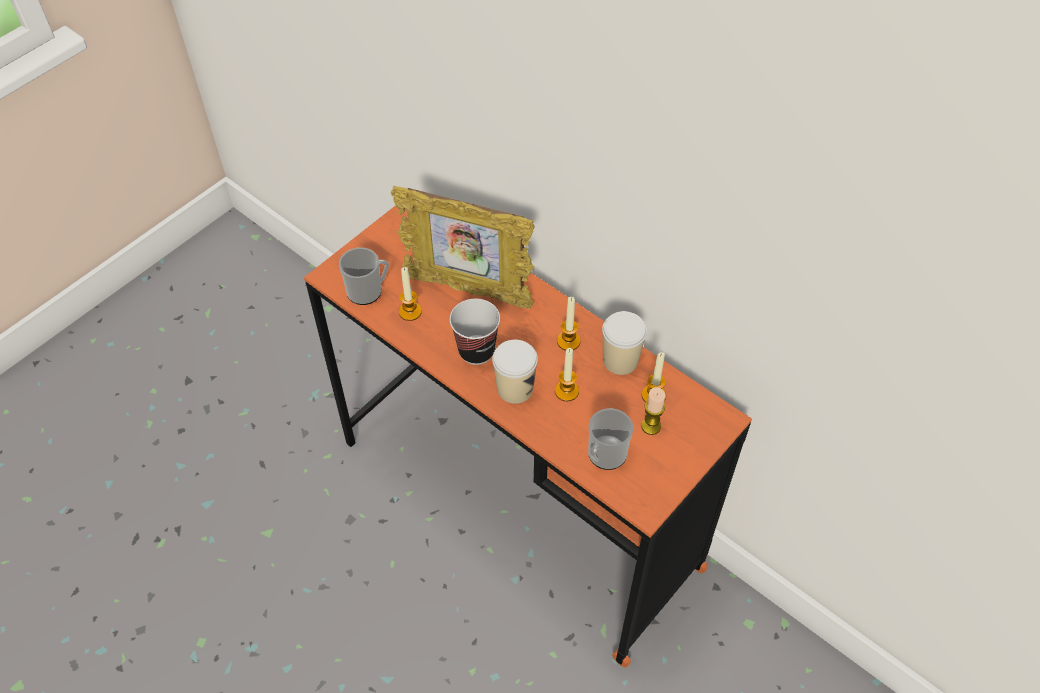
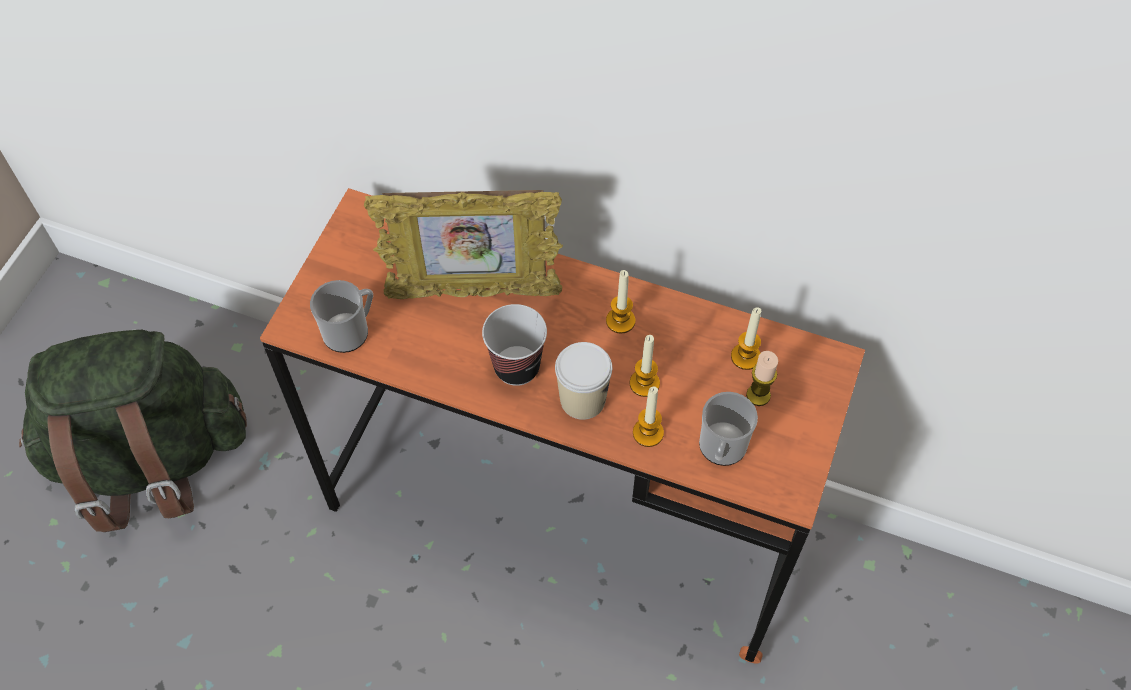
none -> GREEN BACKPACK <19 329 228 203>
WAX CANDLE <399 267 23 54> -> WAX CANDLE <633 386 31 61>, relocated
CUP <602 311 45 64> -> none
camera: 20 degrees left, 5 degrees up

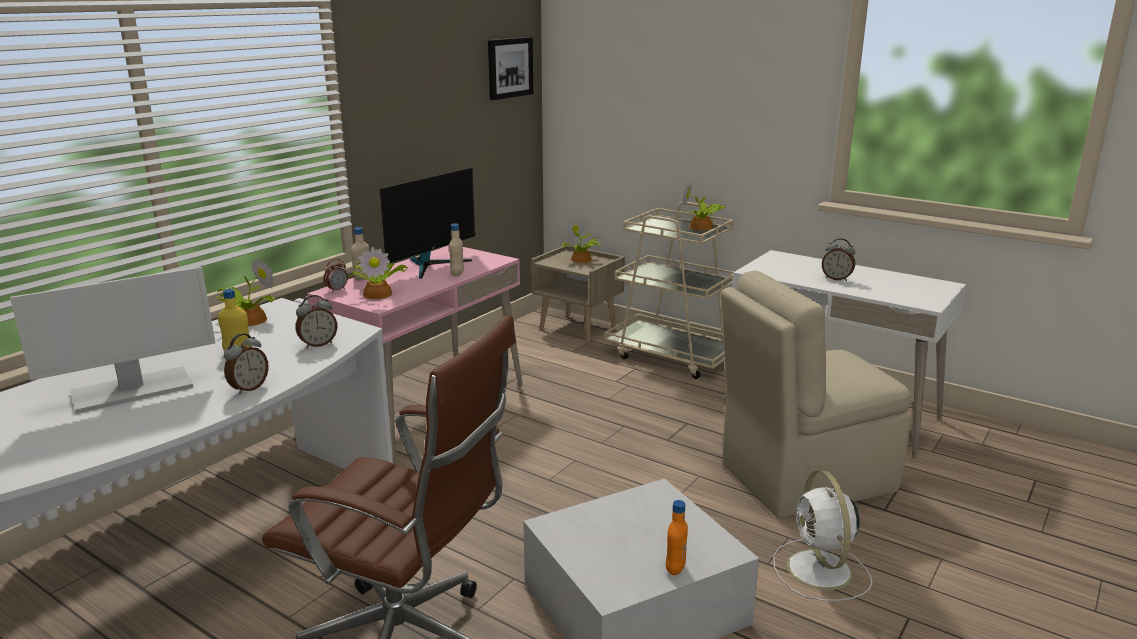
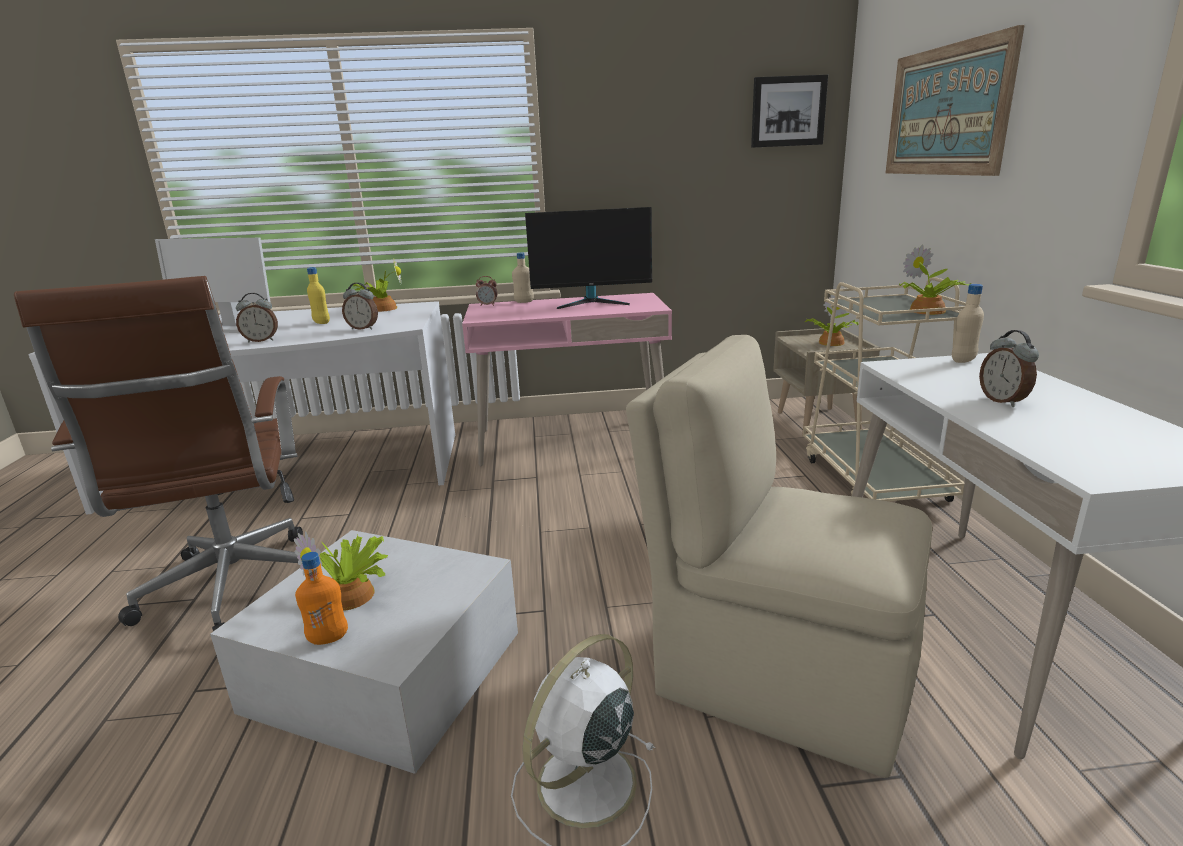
PLANT IN A POT <348 247 60 52> -> PLANT IN A POT <294 531 94 80>, relocated
none -> PICTURE <886 25 139 151>
BEIGE-COLOURED DRINK BOTTLE <449 224 15 52> -> BEIGE-COLOURED DRINK BOTTLE <952 284 32 79>, relocated
camera: 50 degrees right, 0 degrees up

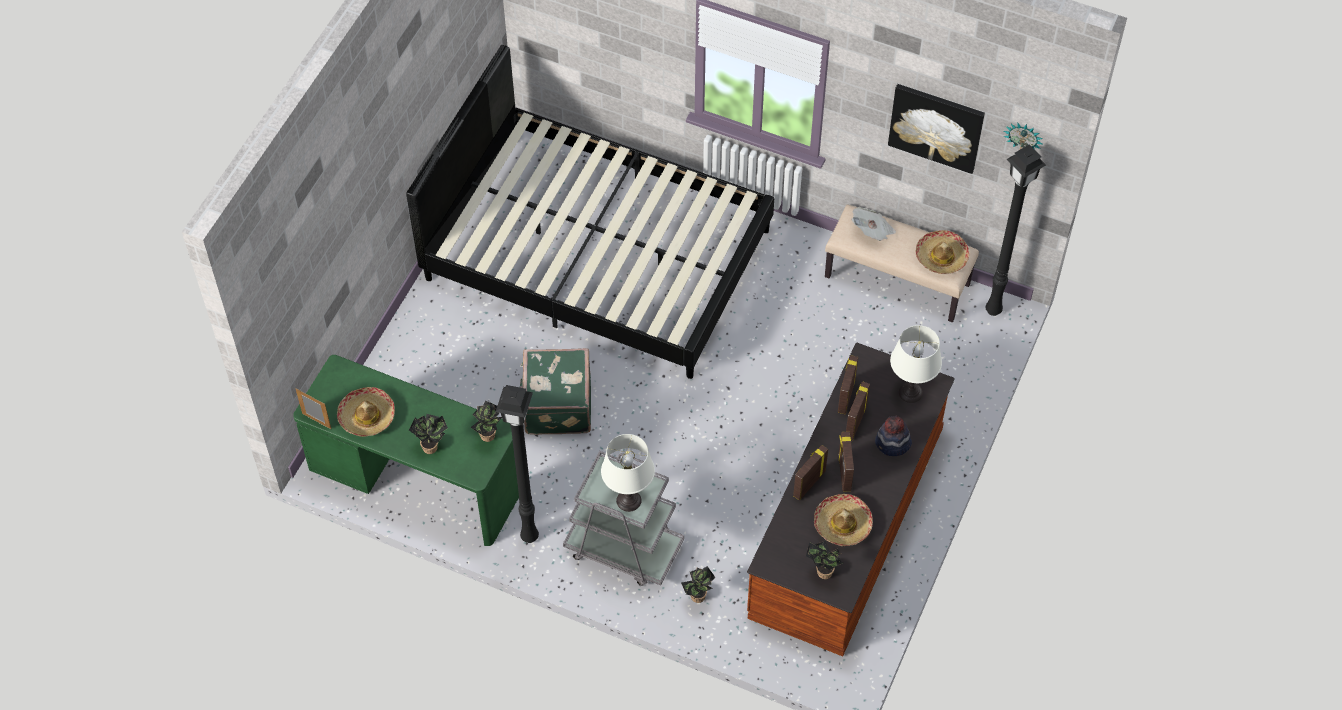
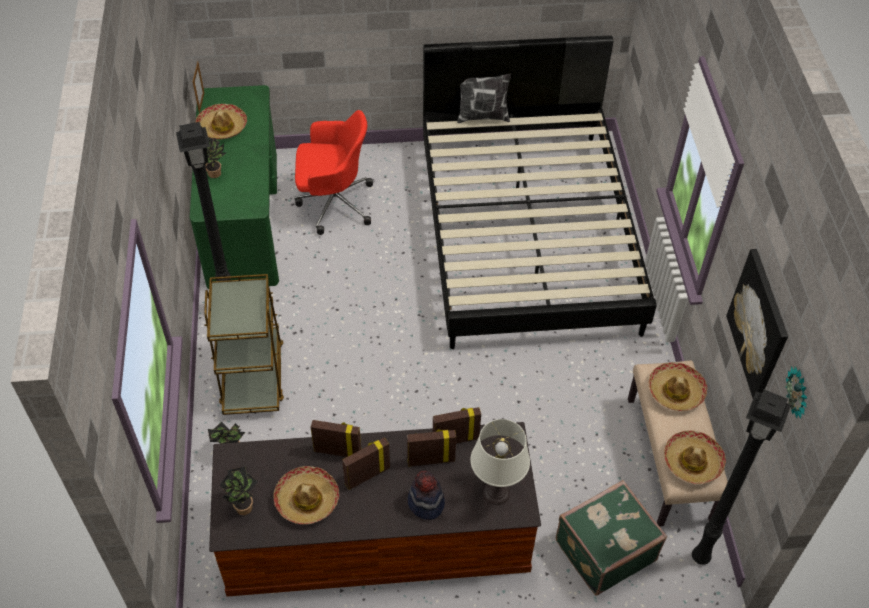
GREY CART <563 451 121 134> -> BROWN-COLOURED CART <204 274 80 141>
none -> REDDISH OFFICE CHAIR <294 110 79 125>
none -> PILLOW <457 74 54 49>
GREEN PIECE OF LUGGAGE <520 348 71 87> -> GREEN PIECE OF LUGGAGE <556 480 111 115>, relocated
NEWSPAPER <851 207 45 34> -> HAT <648 362 59 49>
PLANT IN A POT <470 401 32 41> -> none
WHITE LAMP FOR A TABLE <601 434 54 78> -> none
camera: 60 degrees right, 5 degrees down

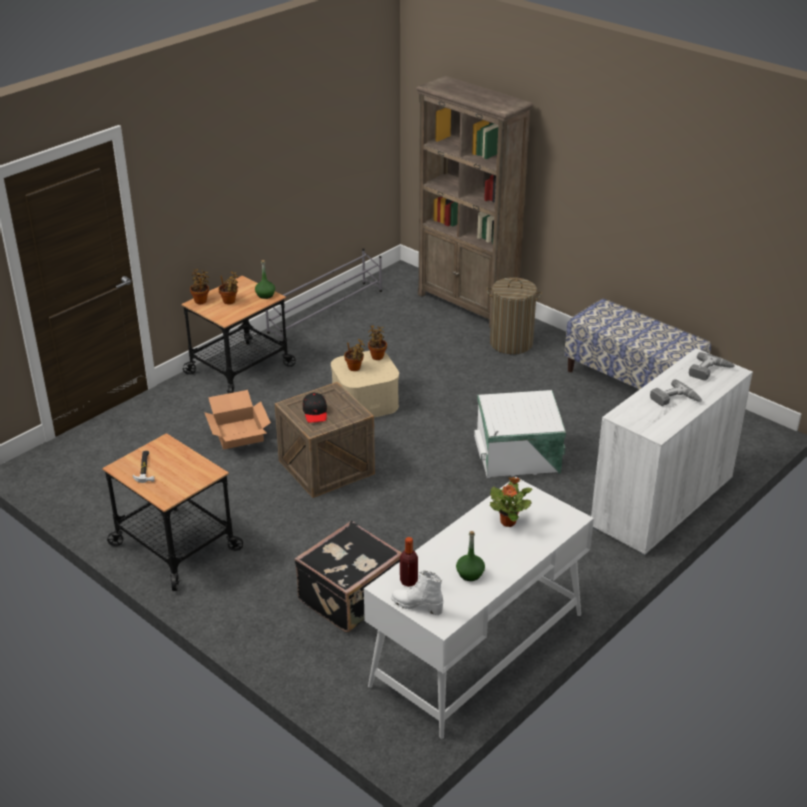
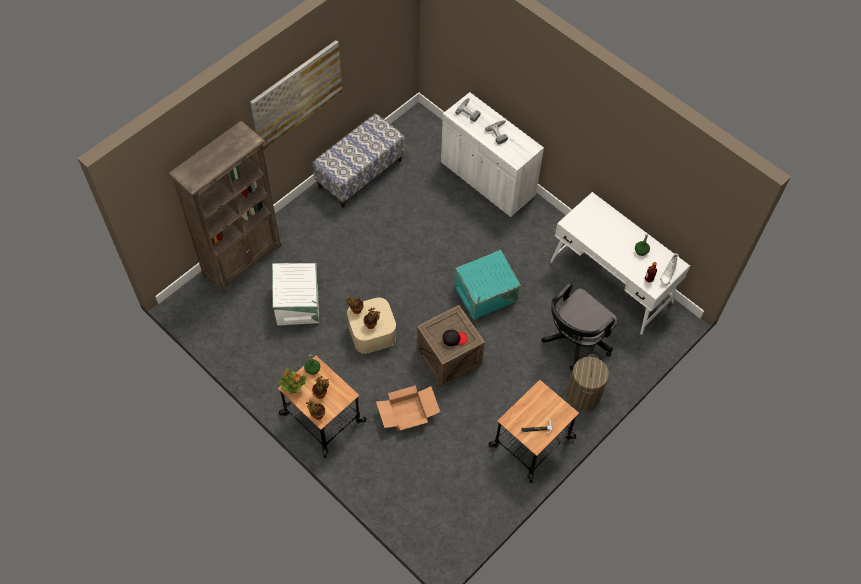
none -> PICTURE <250 40 92 111>
WHITE STORAGE BOX <474 390 92 88> -> WHITE STORAGE BOX <272 263 47 63>, relocated
PLANT IN A POT <490 477 42 50> -> PLANT IN A POT <278 368 28 26>, relocated
none -> BLUE-GREEN STORAGE BOX <455 250 66 70>
BLACKISH PIECE OF LUGGAGE <294 521 108 111> -> BLACKISH OFFICE CHAIR <541 283 77 87>
LAUNDRY BASKET <487 277 55 77> -> LAUNDRY BASKET <567 354 42 56>, relocated
GREY SHOE STAND <265 248 117 89> -> none
camera: 90 degrees left, 25 degrees up

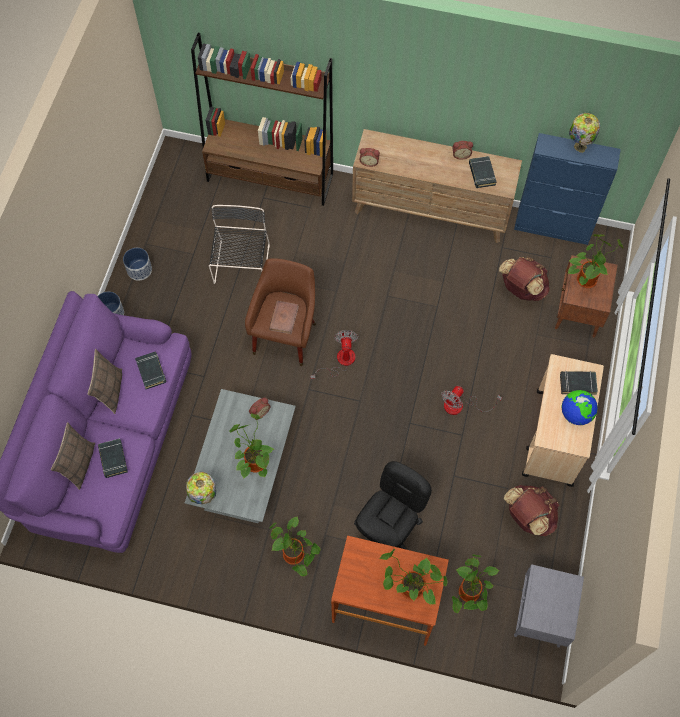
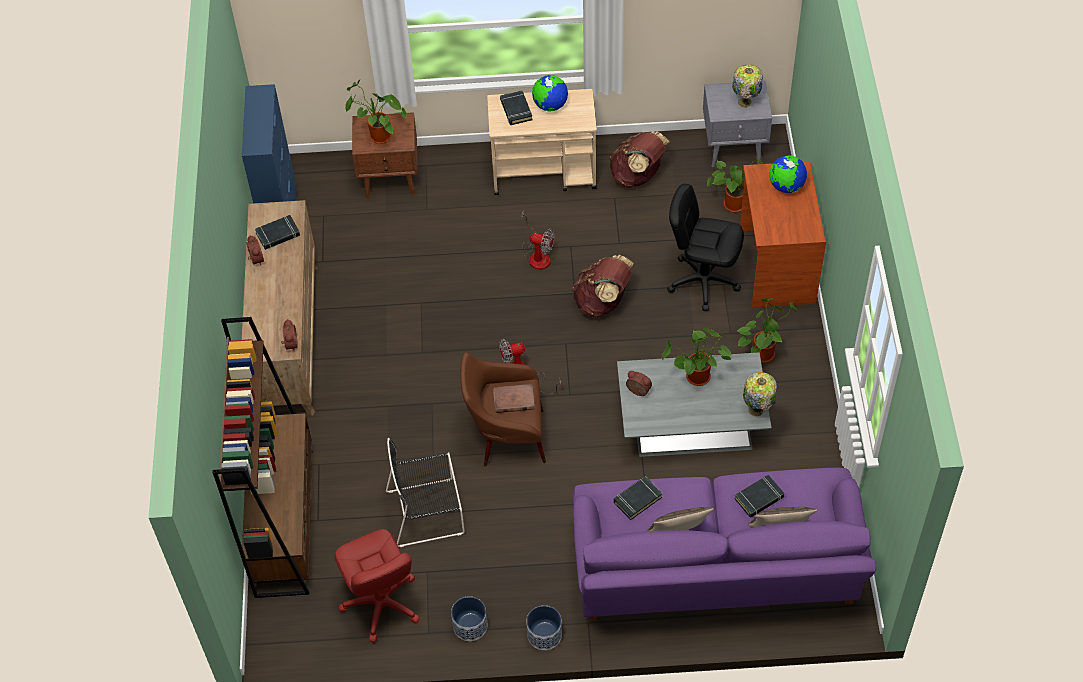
none -> REDDISH OFFICE CHAIR <335 529 85 113>
BROWN-COLOURED BACKPACK <499 257 51 44> -> BROWN-COLOURED BACKPACK <572 255 62 63>, relocated
LAMP FOR A TABLE <569 113 31 40> -> LAMP FOR A TABLE <732 64 31 44>, relocated
PLANT IN A POT <379 549 68 56> -> GLOBE <769 155 38 38>
camera: 105 degrees left, 10 degrees down

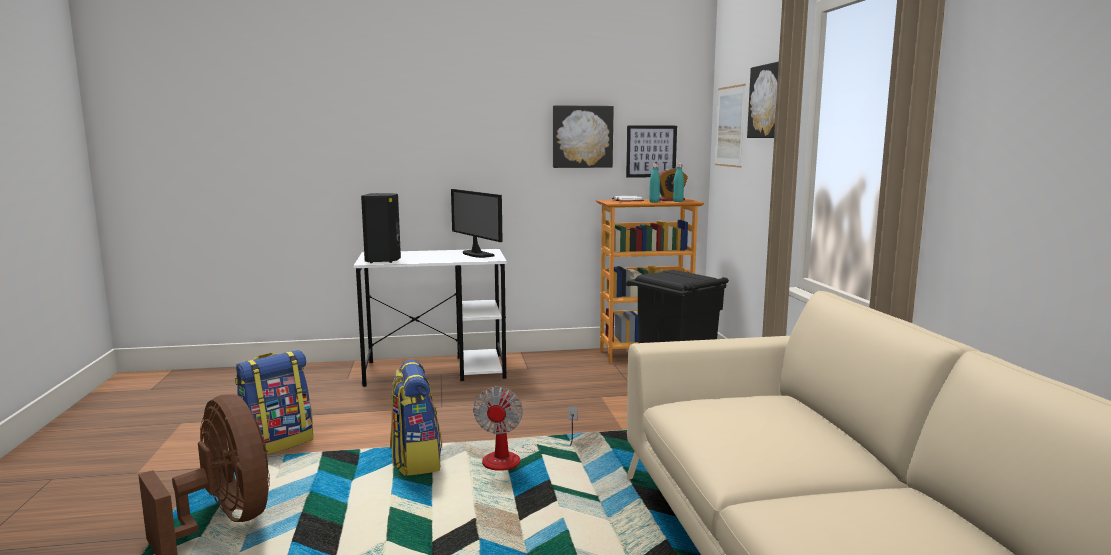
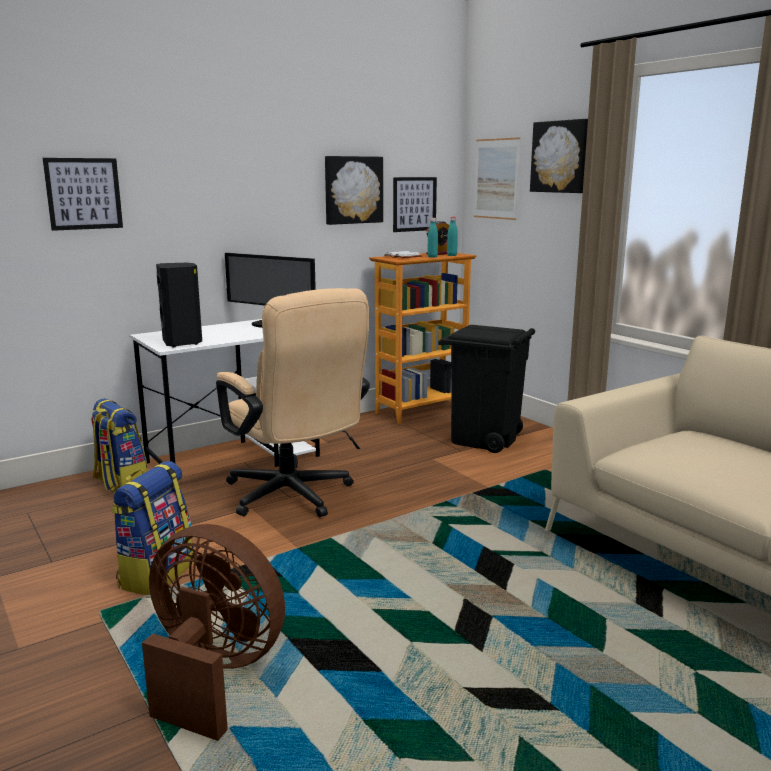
none -> PICTURE <43 158 80 73>
BACKPACK <390 360 52 116> -> BACKPACK <91 398 57 95>, relocated
none -> BEIGE-COLOURED OFFICE CHAIR <216 288 154 230>
FAN <473 387 105 84> -> none
camera: 25 degrees left, 5 degrees up

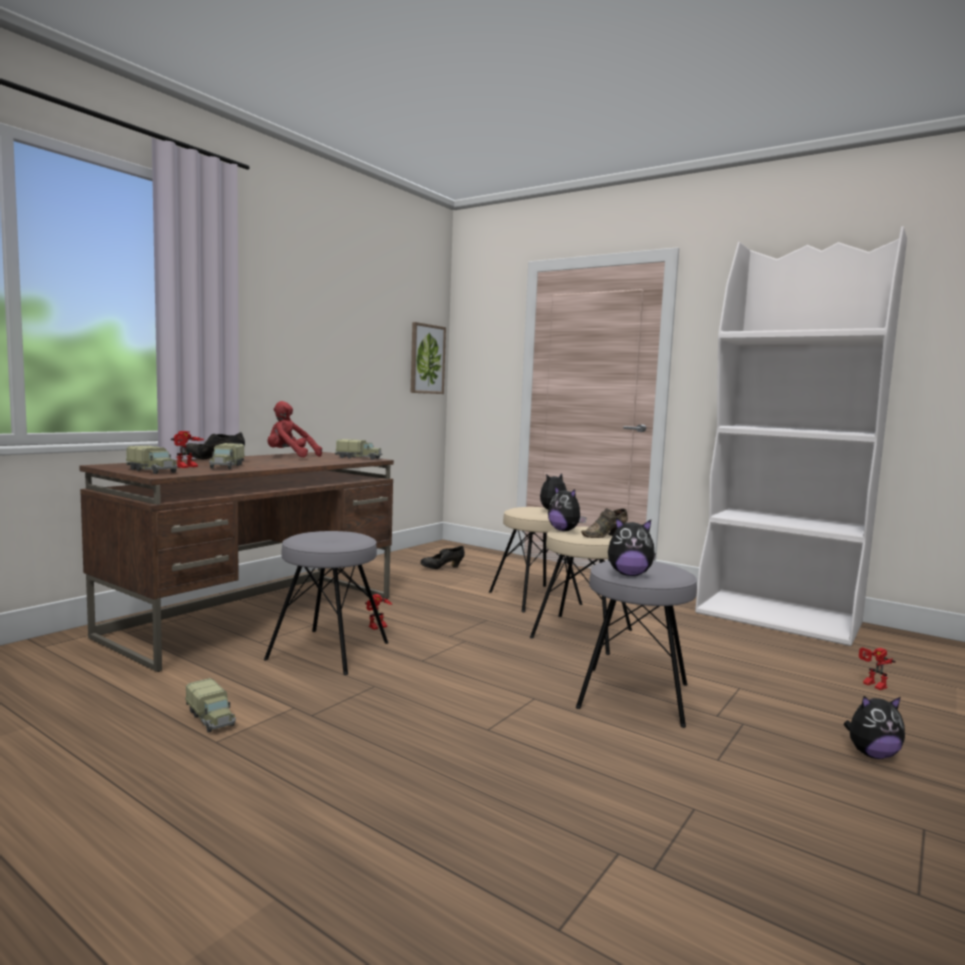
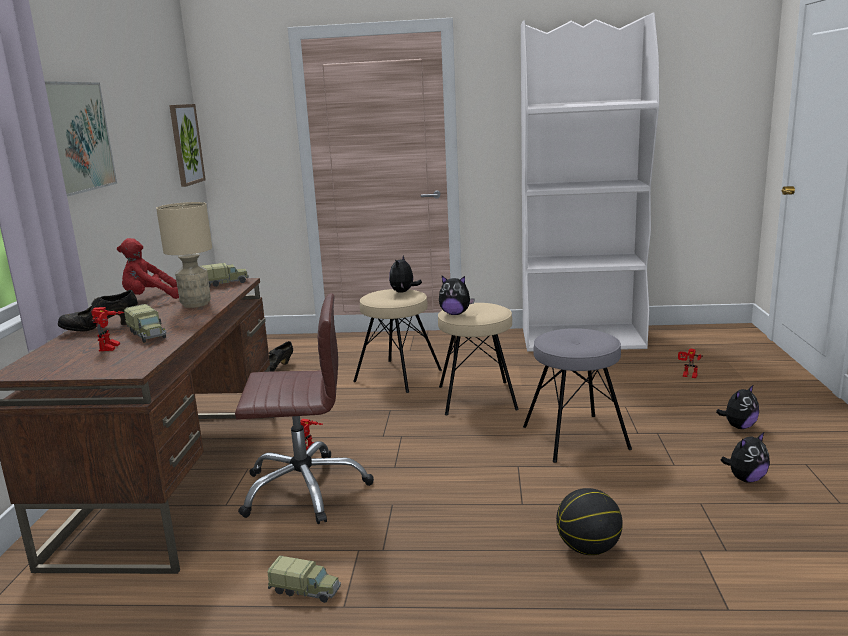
none -> PICTURE <45 81 72 116>
none -> BEIGE-COLOURED LAMP FOR A TABLE <156 202 56 106>
GREY STOOL SEAT <264 531 125 144> -> BROWN-COLOURED OFFICE CHAIR <235 293 139 231>
none -> BASKETBALL <556 488 67 67>
PLUSH TOY <608 517 48 59> -> PLUSH TOY <721 432 49 51>, relocated
TOY TRUCK <126 445 52 29> -> none
BROWN-COLOURED ITEM OF FOOTWEAR <581 508 47 30> -> none
camera: 30 degrees left, 10 degrees up

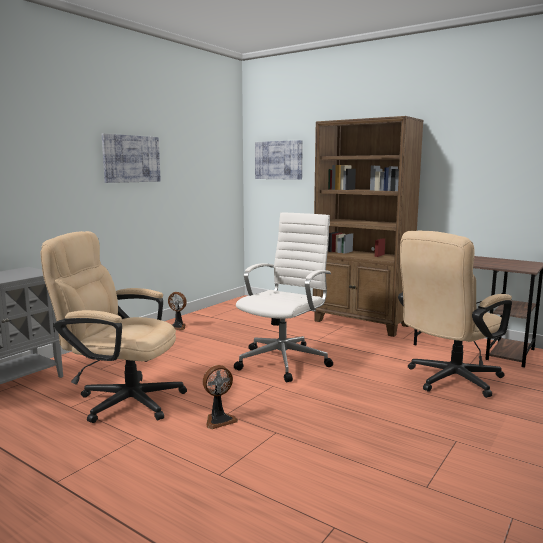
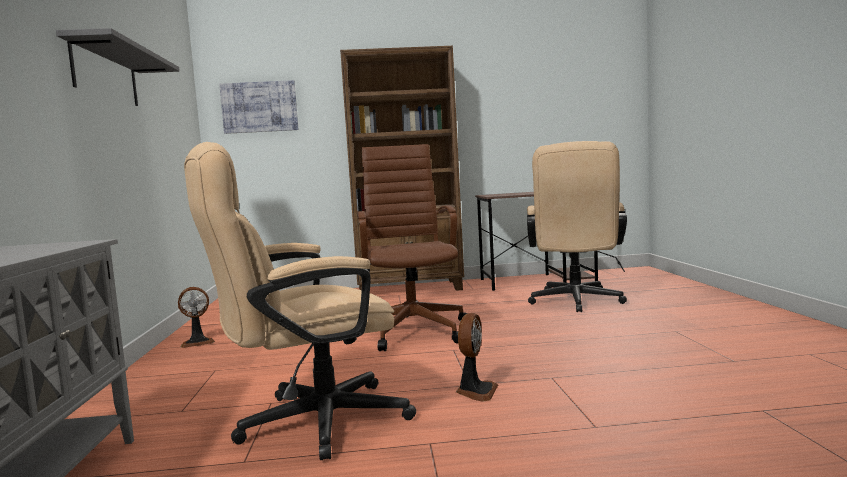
PICTURE <102 134 59 49> -> GREY BRACKET SHELF <56 28 124 78>
WHITE OFFICE CHAIR <234 212 99 170> -> BROWN-COLOURED OFFICE CHAIR <358 144 109 207>
camera: 40 degrees left, 5 degrees down

